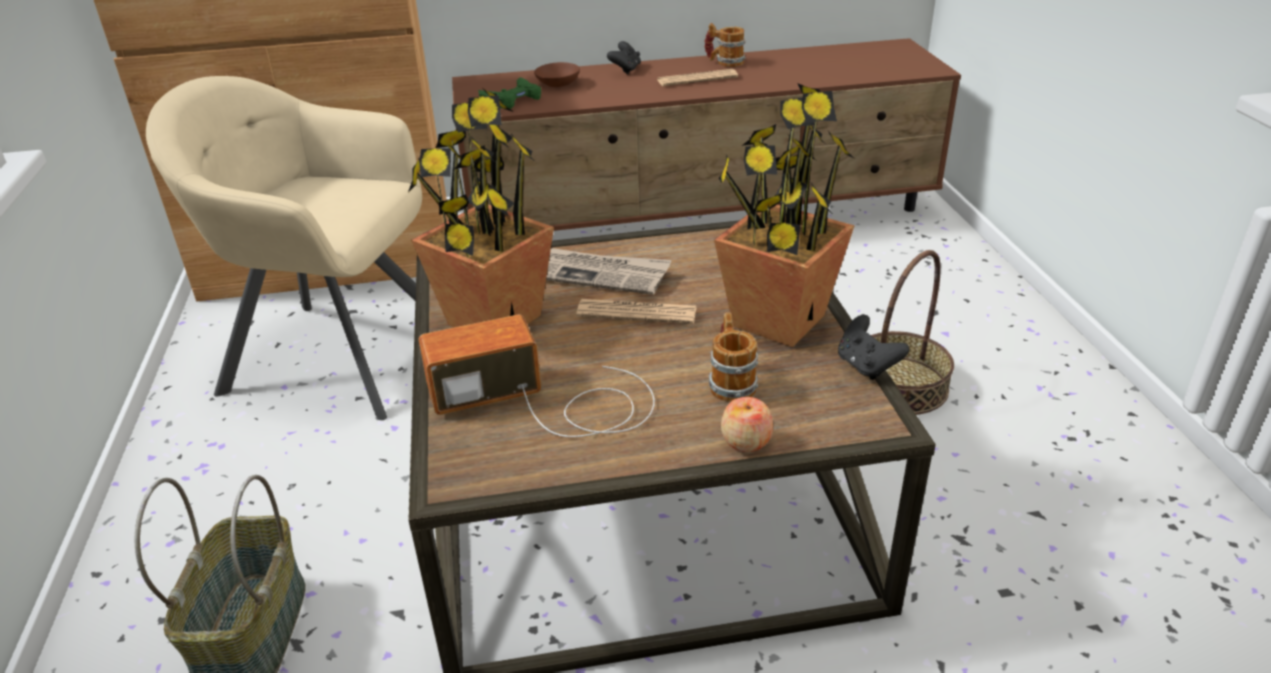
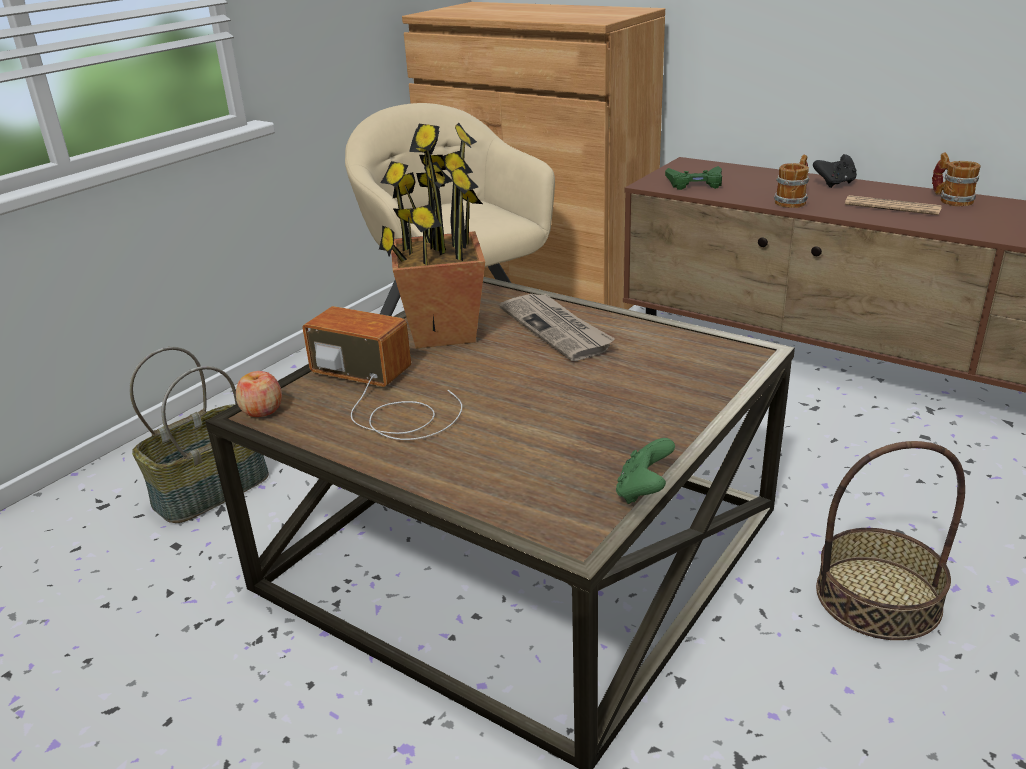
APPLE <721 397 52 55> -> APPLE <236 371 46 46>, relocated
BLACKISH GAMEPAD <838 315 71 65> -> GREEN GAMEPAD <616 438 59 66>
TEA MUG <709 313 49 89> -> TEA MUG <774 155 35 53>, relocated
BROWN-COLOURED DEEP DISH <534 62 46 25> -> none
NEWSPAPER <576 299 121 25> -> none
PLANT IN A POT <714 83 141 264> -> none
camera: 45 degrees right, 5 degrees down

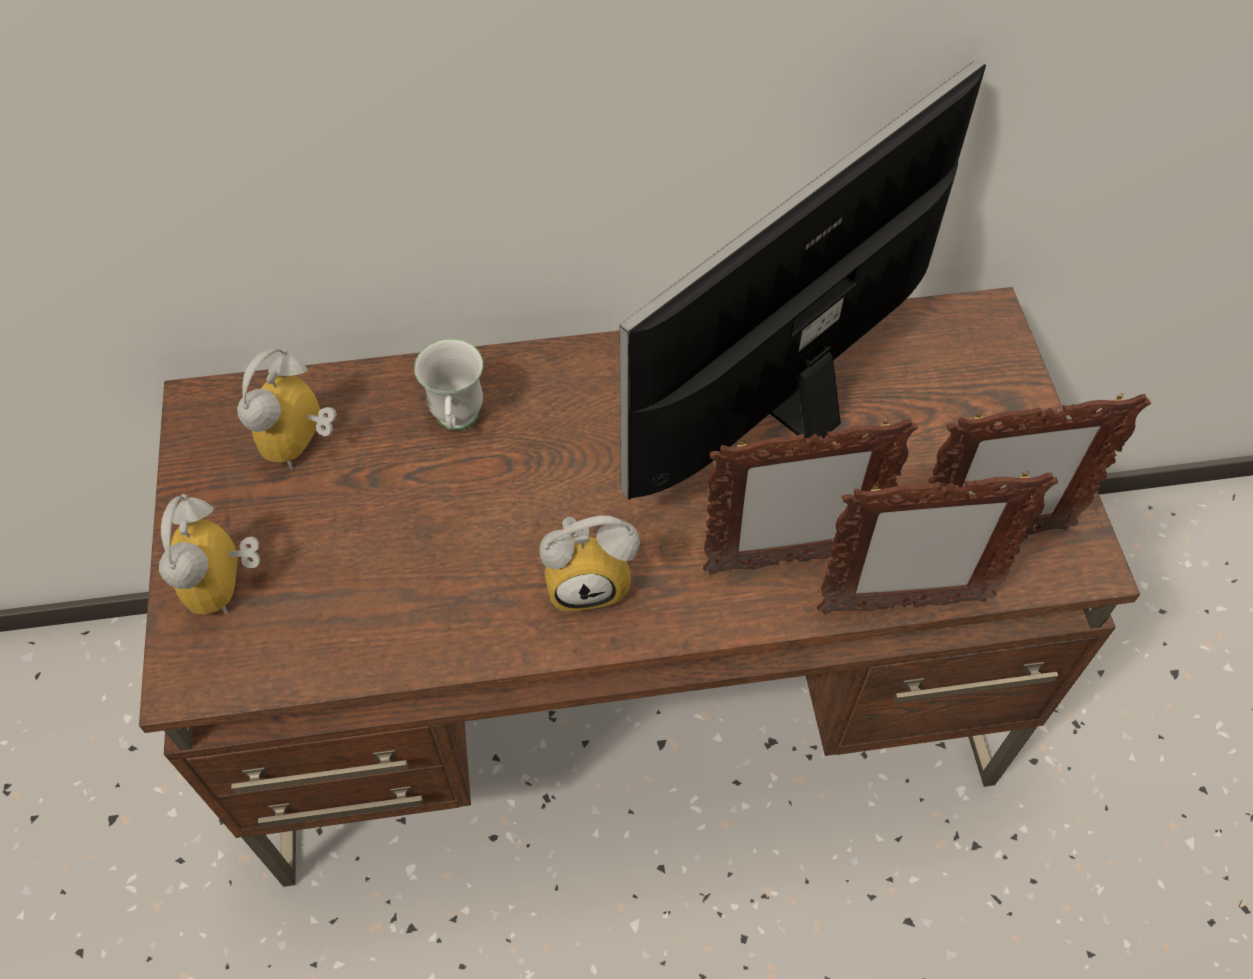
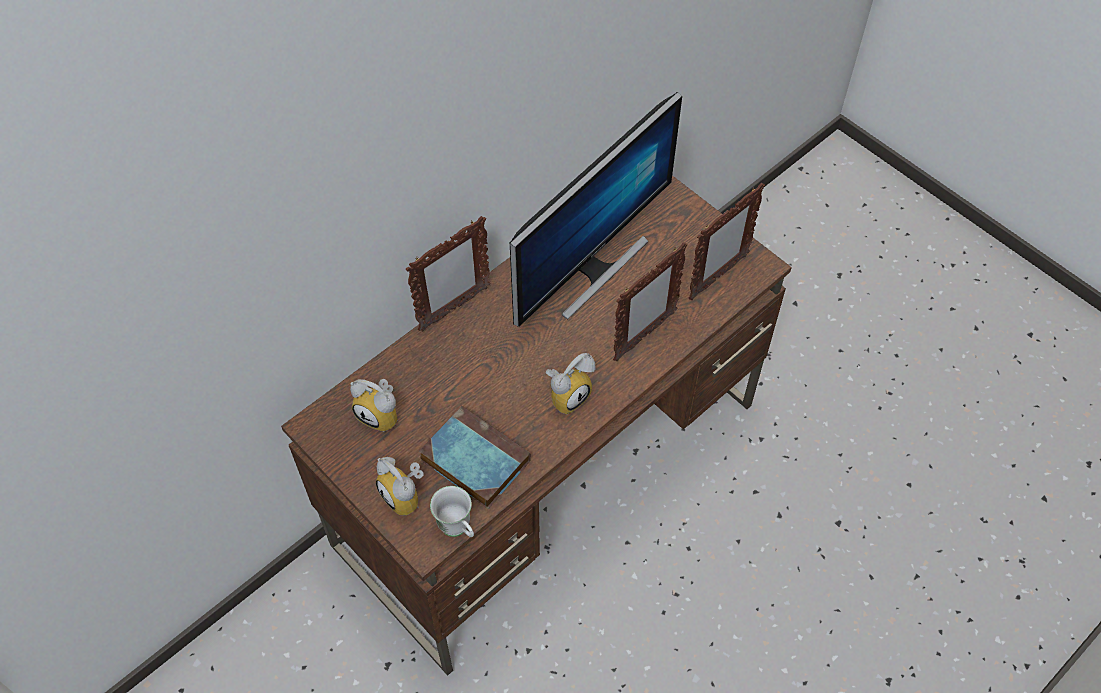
TABLE CLOCK <237 349 100 121> -> TABLE CLOCK <350 379 48 53>, 45 degrees counterclockwise
PICTURE FRAME <817 471 241 143> -> PICTURE FRAME <405 216 85 116>, relocated
none -> BOUND BOOK <419 406 112 103>
WHITE TEA MUG <414 339 69 91> -> WHITE TEA MUG <430 486 44 51>, relocated
COMPUTER DISPLAY <619 61 367 439> -> COMPUTER DISPLAY <510 92 172 235>, 150 degrees counterclockwise
camera: 35 degrees left, 0 degrees up

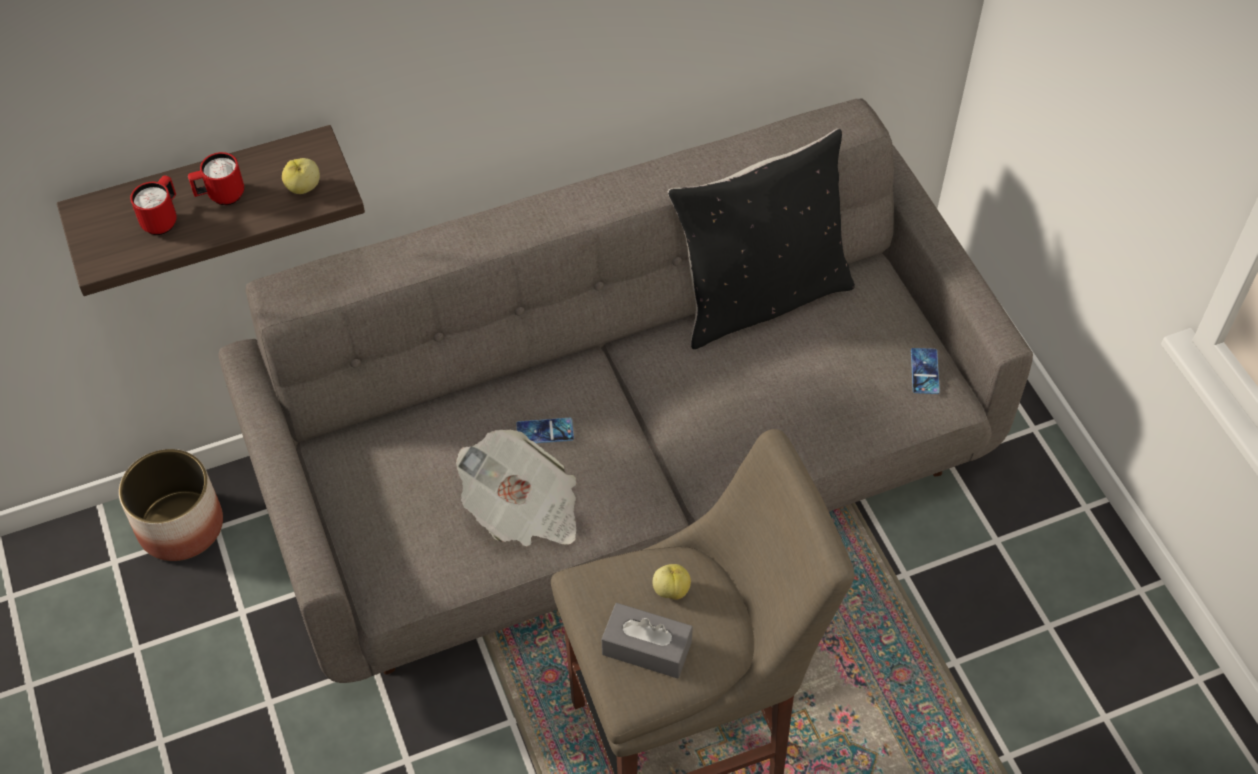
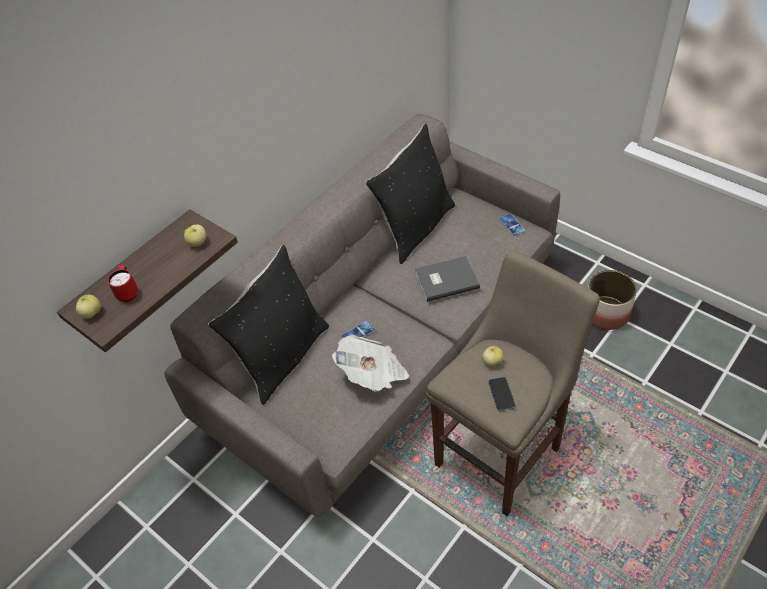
none -> APPLE <76 295 25 24>
none -> BLACKISH PILLOW <208 245 121 160>
none -> GREY BOUND BOOK <415 256 65 46>
GREY TISSUE BOX <602 603 91 76> -> HANDSET <488 377 28 34>
PLANT POT <119 449 104 112> -> PLANT POT <588 270 49 60>, relocated
REDDISH TEA MUG <188 152 56 53> -> none
camera: 25 degrees left, 5 degrees down

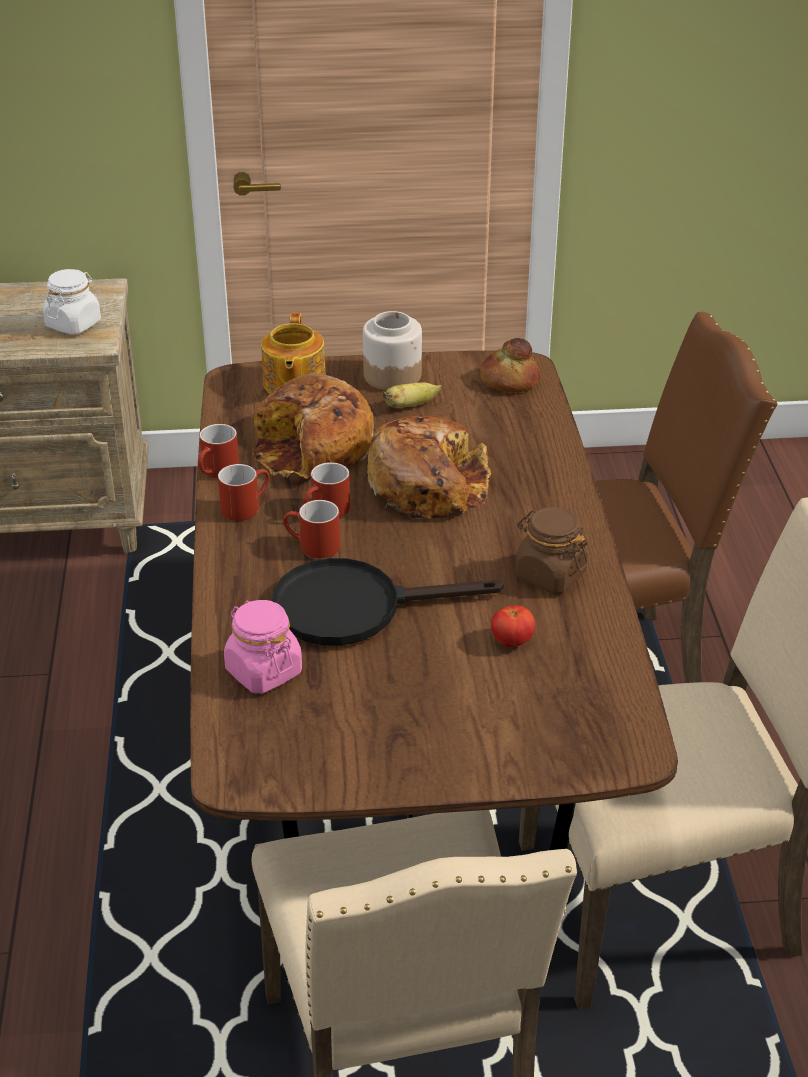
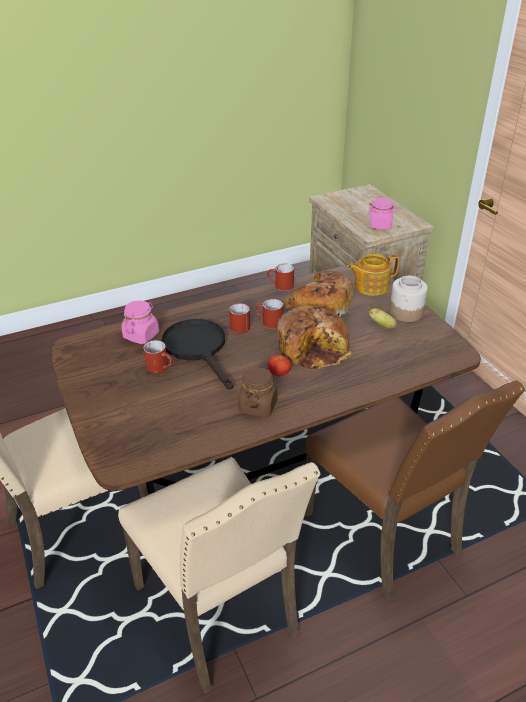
REDDISH TEA MUG <218 464 51 57> -> REDDISH TEA MUG <143 340 29 33>, relocated
WHOLE TOMATO <491 605 44 42> -> WHOLE TOMATO <268 354 23 22>, relocated
WHITE STORAGE JAR <43 269 58 66> -> PINK STORAGE JAR <367 198 30 32>
BAKERY BREAD <480 338 60 55> -> none
camera: 70 degrees right, 0 degrees up

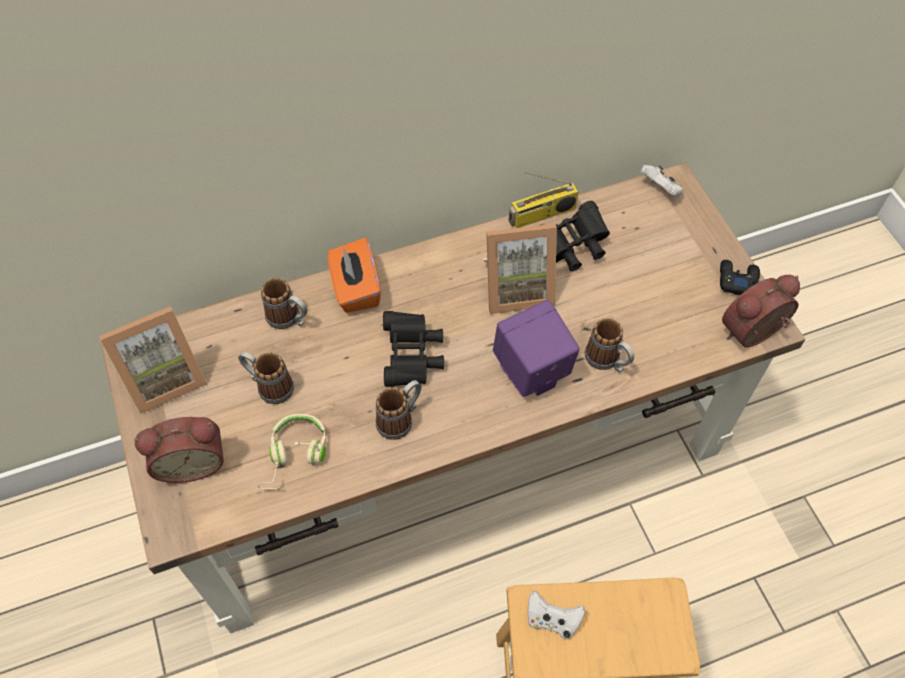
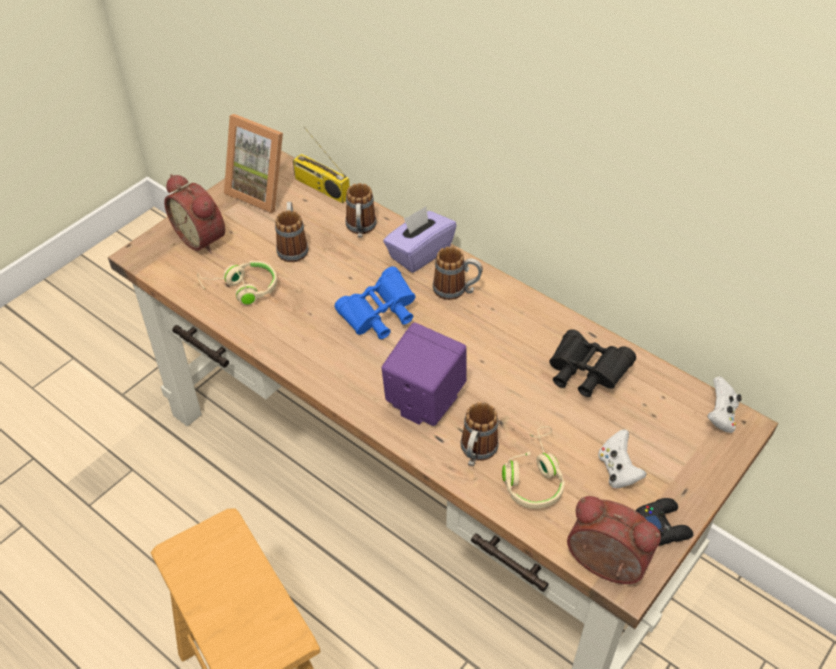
RADIO RECEIVER <508 172 70 56> -> RADIO RECEIVER <292 127 58 77>, relocated
BLACKISH FIELD GLASSES <383 311 61 76> -> BLUE FIELD GLASSES <335 266 81 73>
ORANGE-COLOURED TISSUE BOX <328 238 53 75> -> PURPLE TISSUE BOX <383 206 74 67>
TEA MUG <376 380 46 60> -> TEA MUG <433 246 50 54>, relocated
none -> BEIGE-COLOURED HEADSET <502 426 63 83>
WHITE GAMEPAD <527 590 58 49> -> WHITE GAMEPAD <598 430 49 59>, relocated
PICTURE FRAME <483 223 74 91> -> none
camera: 60 degrees right, 10 degrees down

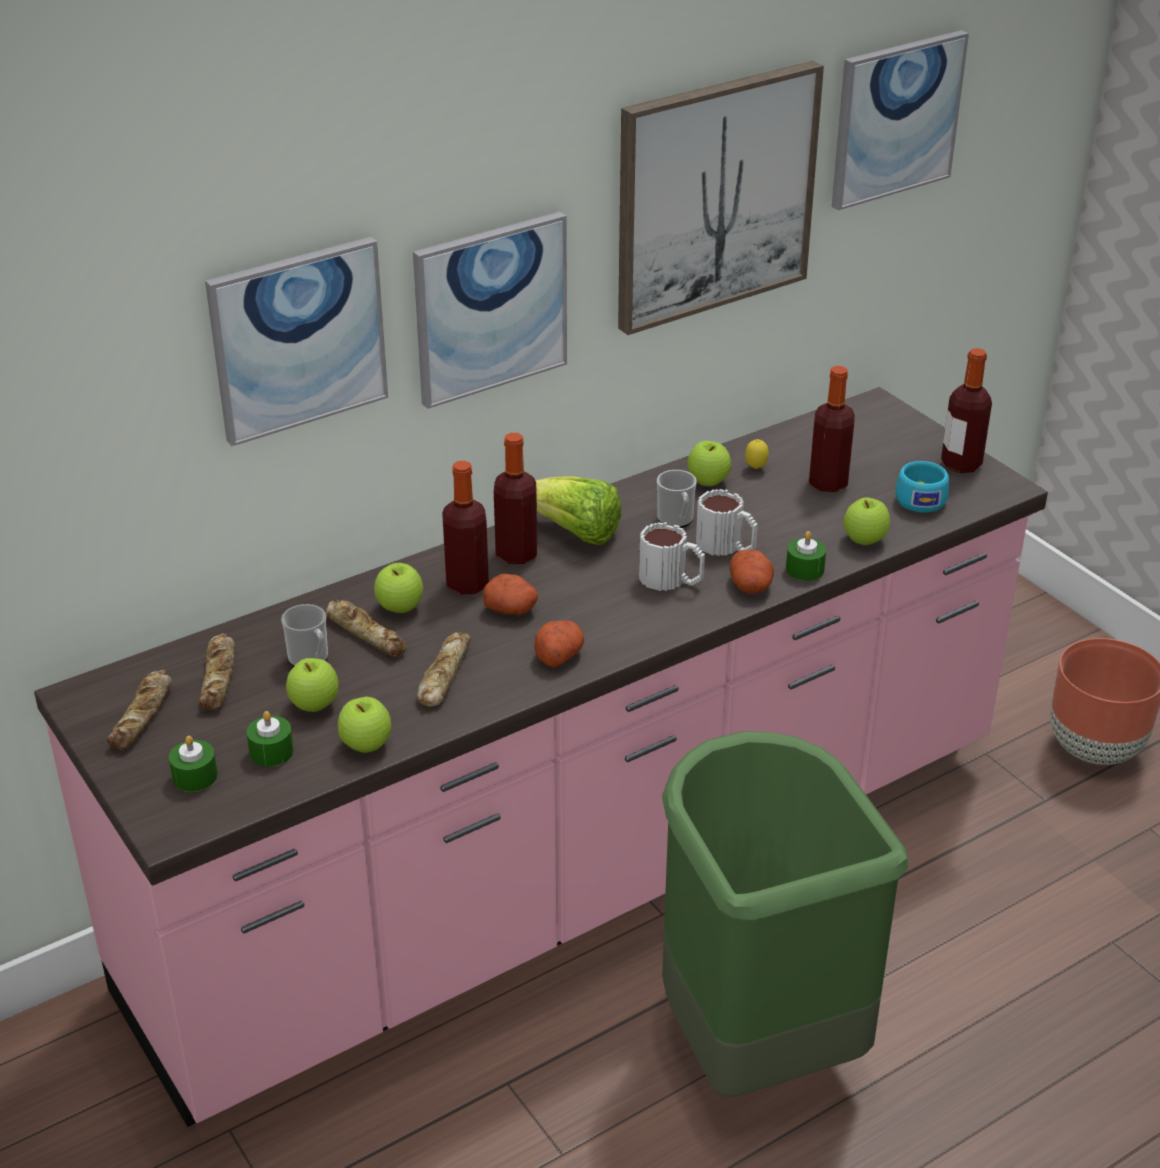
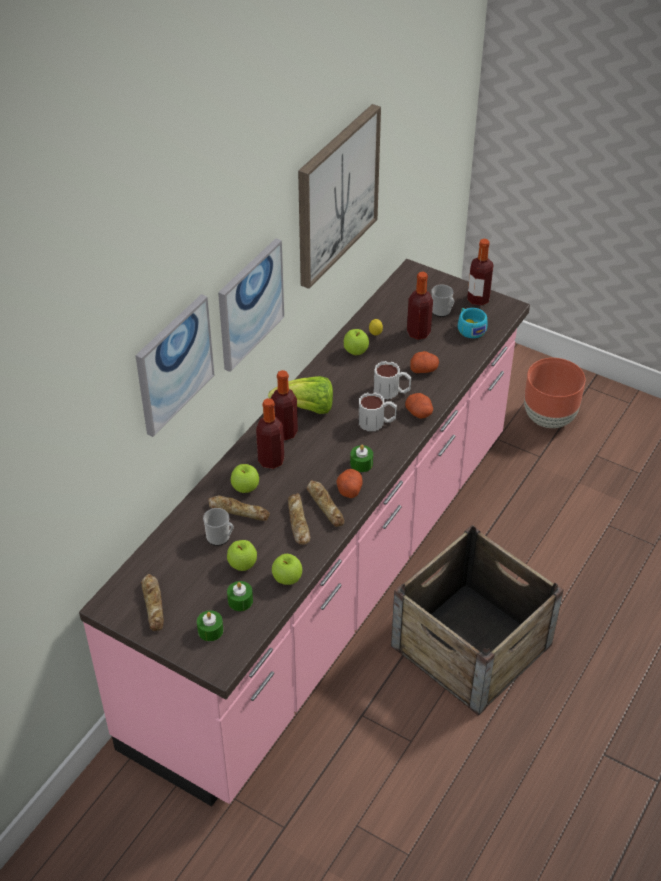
BAKERY BREAD <199 633 36 77> -> BAKERY BREAD <307 480 37 47>, relocated
GREEN WAX CANDLE <786 531 40 50> -> GREEN WAX CANDLE <350 445 23 27>, relocated
GREEN TRASH CAN <662 731 246 366> -> PACKING CRATE <391 525 173 191>
SPUD <483 574 55 41> -> SPUD <410 351 29 22>, relocated
TEA MUG <657 470 40 58> -> TEA MUG <432 284 22 33>, relocated
PICTURE <832 30 137 180> -> none
APPLE <844 497 46 48> -> none
camera: 25 degrees left, 10 degrees up

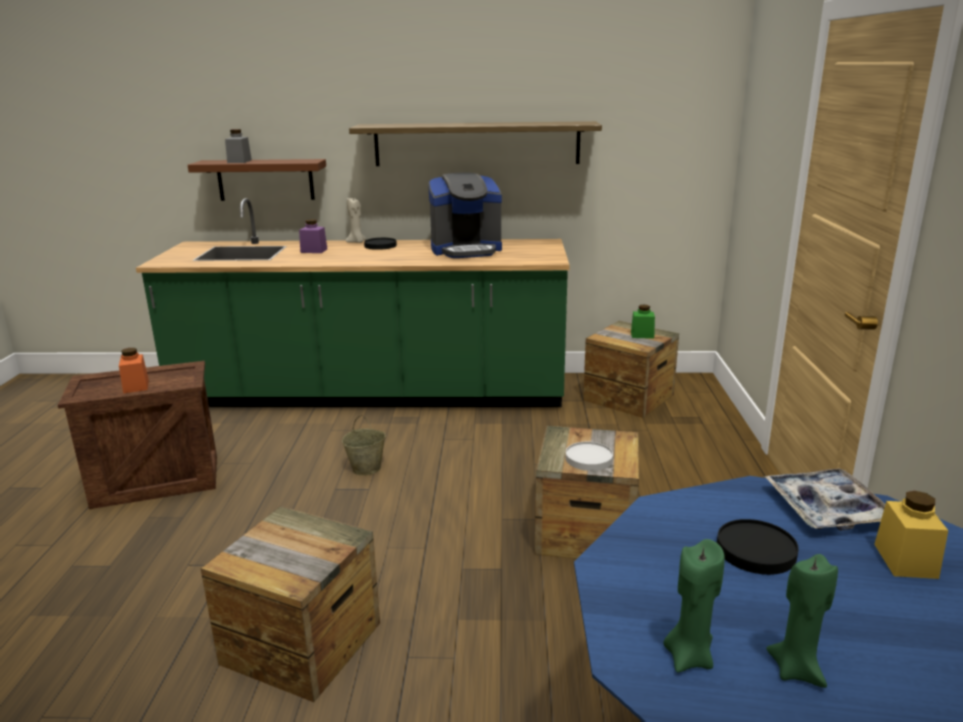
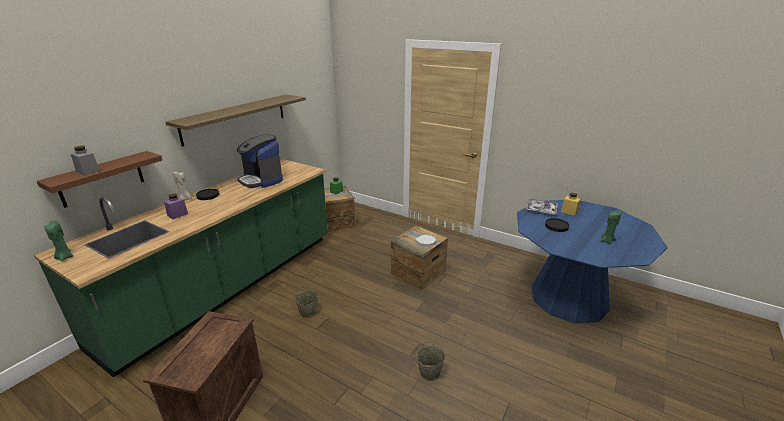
GREEN WAX CANDLE <663 539 62 134> -> GREEN WAX CANDLE <44 220 29 41>, relocated
COFFEE BREWER <428 173 74 85> -> COFFEE BREWER <237 134 46 54>, 120 degrees clockwise
PACKING CRATE <201 506 179 196> -> BEIGE-COLOURED PAIL <416 342 30 39>
ORANGE-COLOURED STORAGE JAR <119 348 30 45> -> none
camera: 60 degrees left, 5 degrees up

